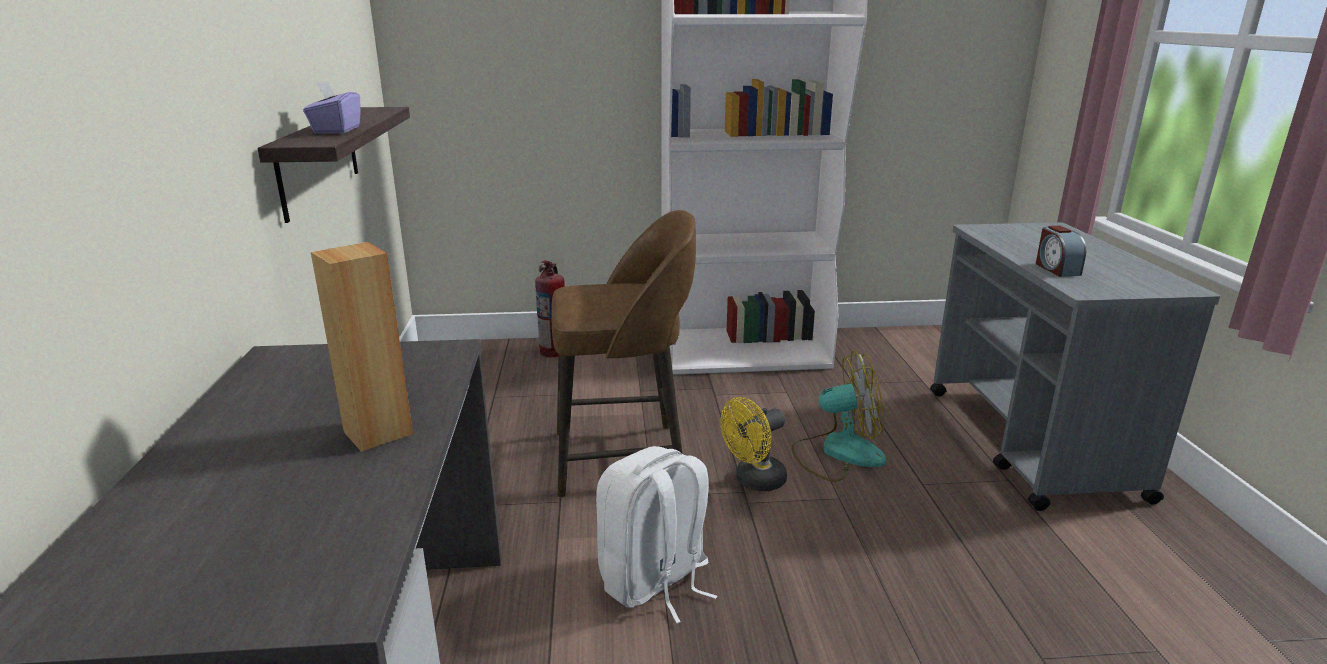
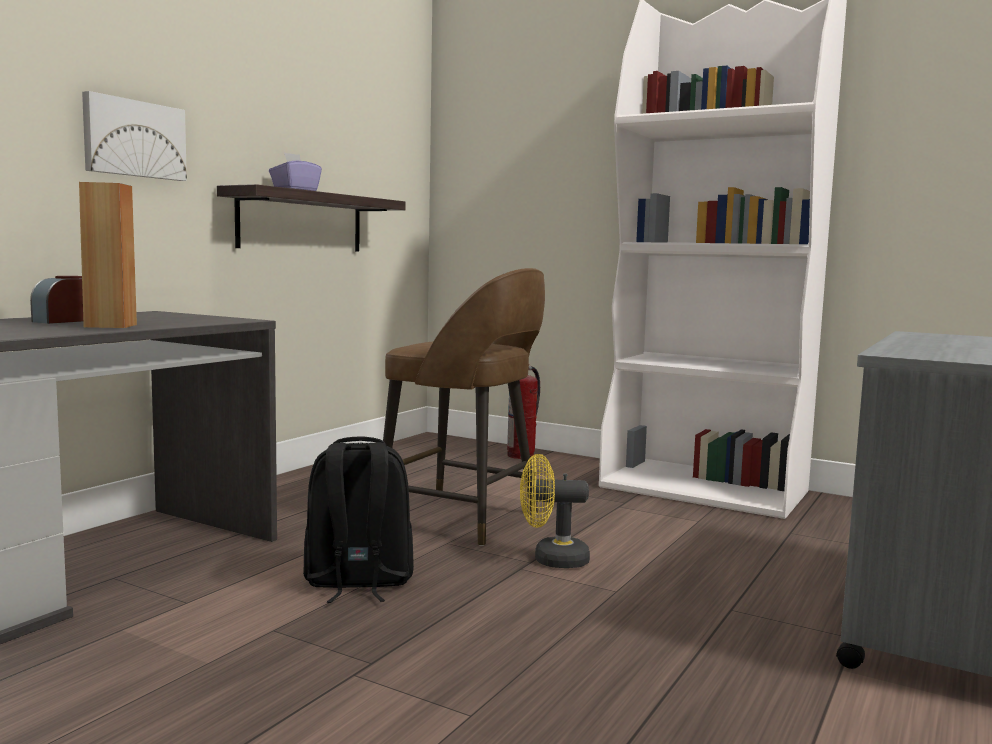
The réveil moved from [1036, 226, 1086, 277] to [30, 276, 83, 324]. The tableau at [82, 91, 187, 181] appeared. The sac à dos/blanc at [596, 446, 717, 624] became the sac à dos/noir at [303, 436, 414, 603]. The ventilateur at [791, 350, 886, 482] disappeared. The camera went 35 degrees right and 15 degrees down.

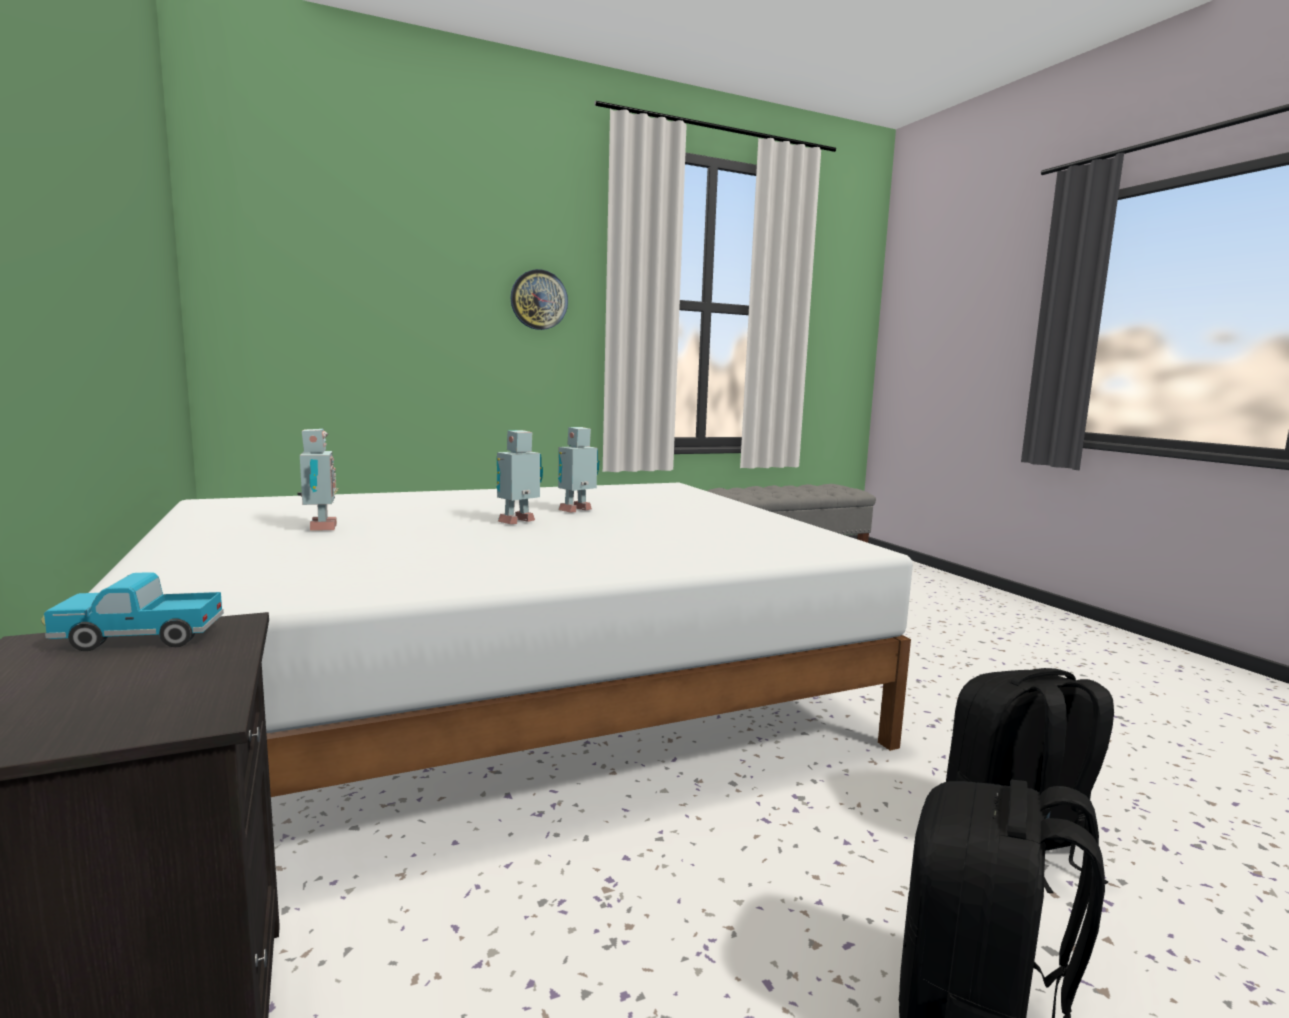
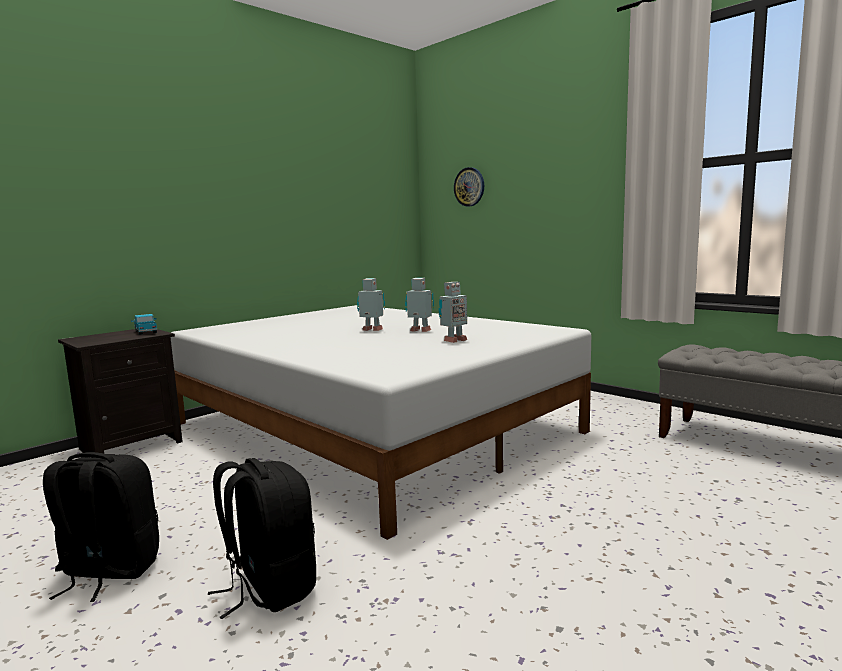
The robot jouet moved from [297, 429, 339, 531] to [438, 282, 467, 343]. The horloge murale moved from [511, 269, 568, 330] to [454, 167, 484, 207]. The camera went 70 degrees right and 0 degrees up.

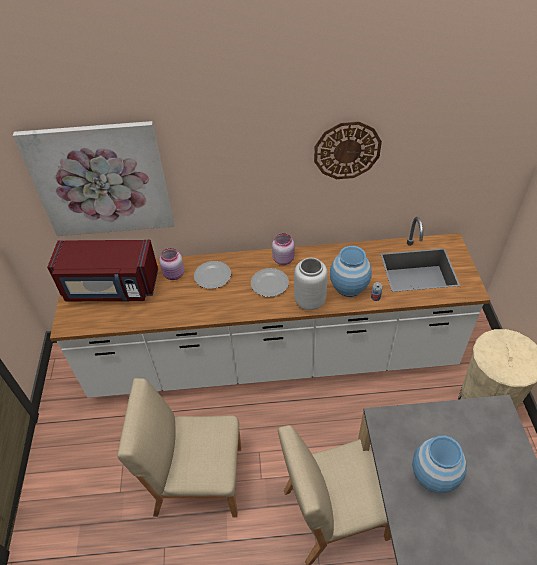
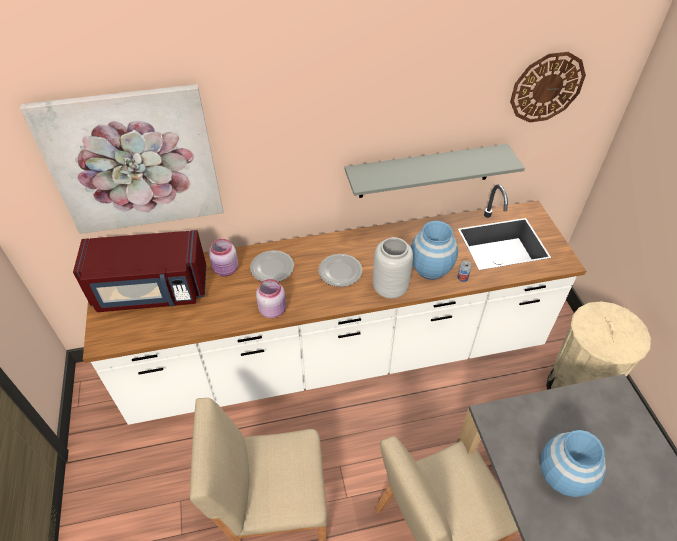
The bocal/rose moved from [272, 233, 294, 265] to [256, 279, 286, 319]. The étagère/gris at [345, 144, 525, 198] appeared. The horloge murale moved from [314, 121, 382, 179] to [510, 52, 586, 123]. The camera went 10 degrees left and 0 degrees up.

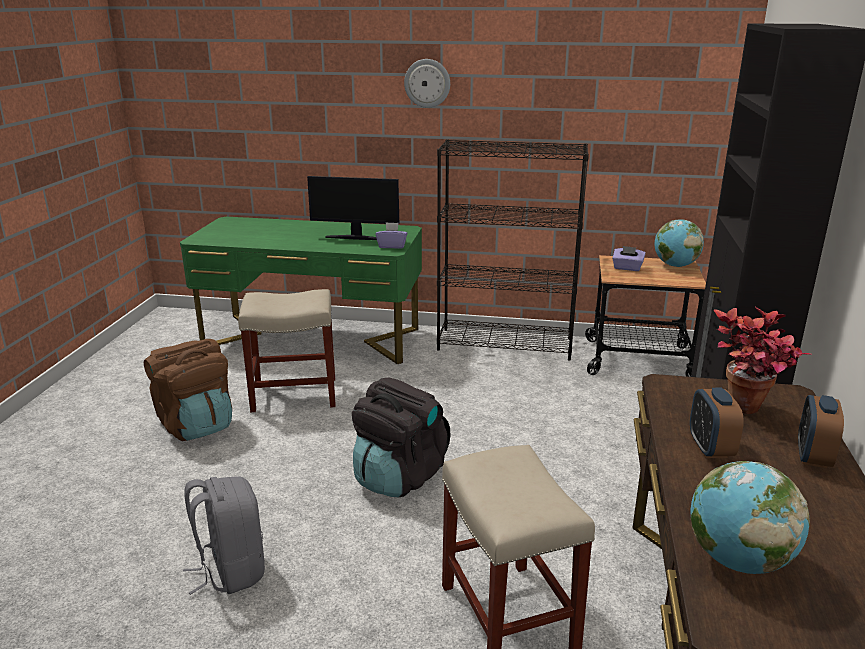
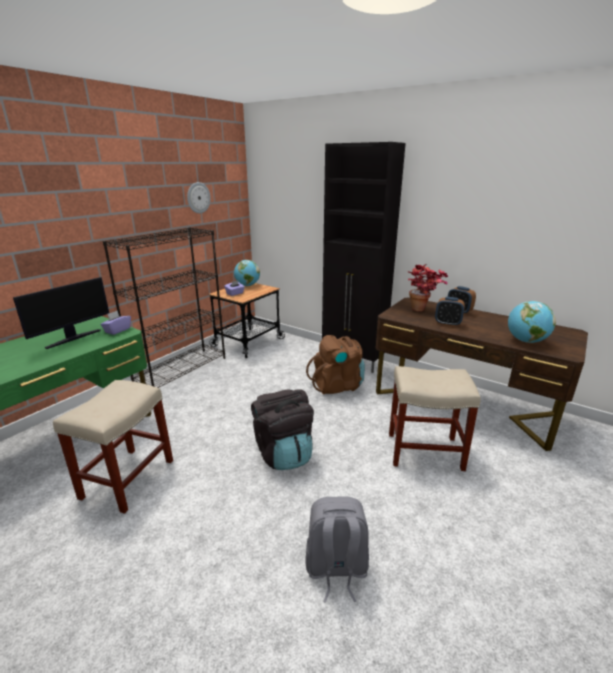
The horloge murale moved from [404, 59, 450, 108] to [187, 182, 211, 214]. The sac à dos/marron moved from [144, 339, 232, 441] to [306, 335, 365, 395]. The camera went 65 degrees left and 0 degrees up.

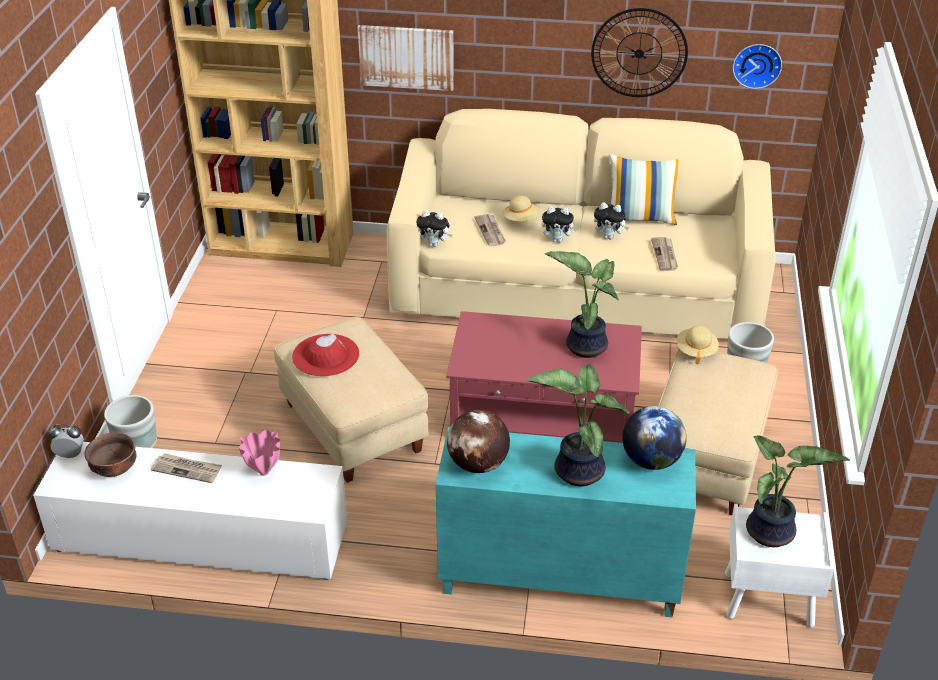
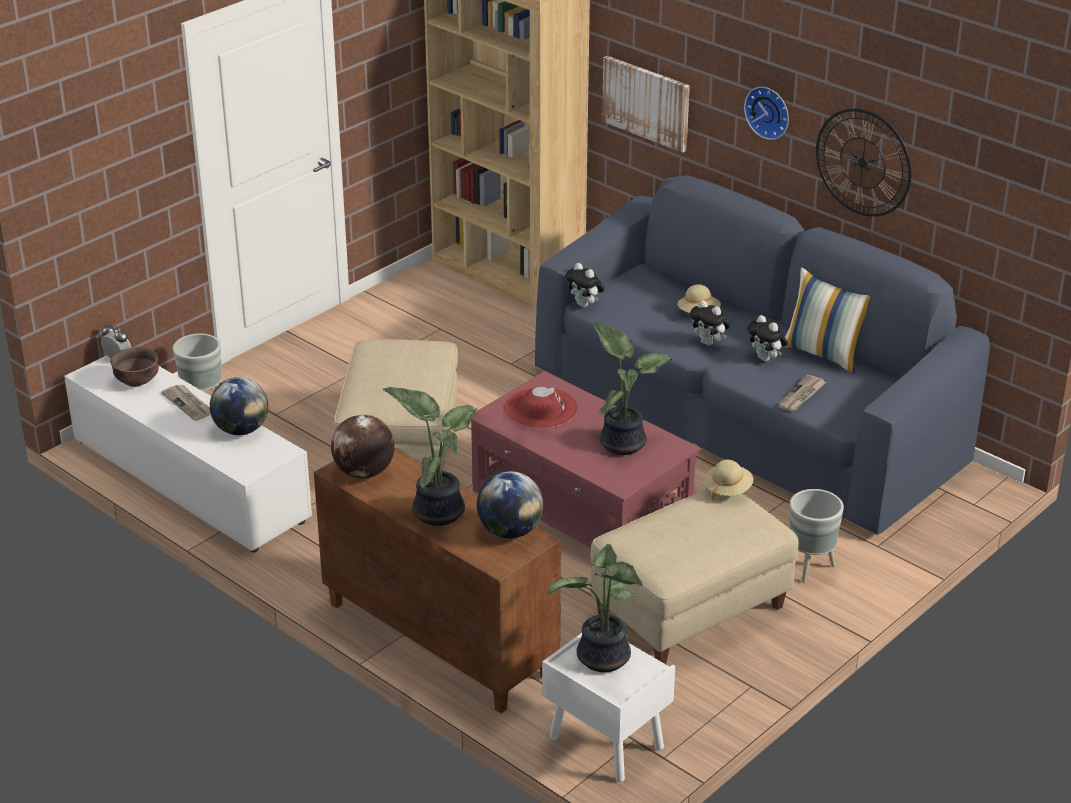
The vase/rose at [239, 430, 280, 476] was replaced by the globe at [210, 377, 268, 435]. The meuble de rangement/turquoise at [436, 427, 696, 617] became the meuble de rangement/marron at [314, 447, 561, 714]. The chapeau/rouge moved from [292, 334, 359, 377] to [505, 387, 578, 428]. The canapé/beige at [387, 109, 776, 339] became the canapé/bleu at [535, 175, 990, 535]. The horloge murale moved from [733, 44, 782, 89] to [744, 87, 789, 140]. The journal at [474, 214, 506, 247] disappeared. The camera went 35 degrees right and 5 degrees down.

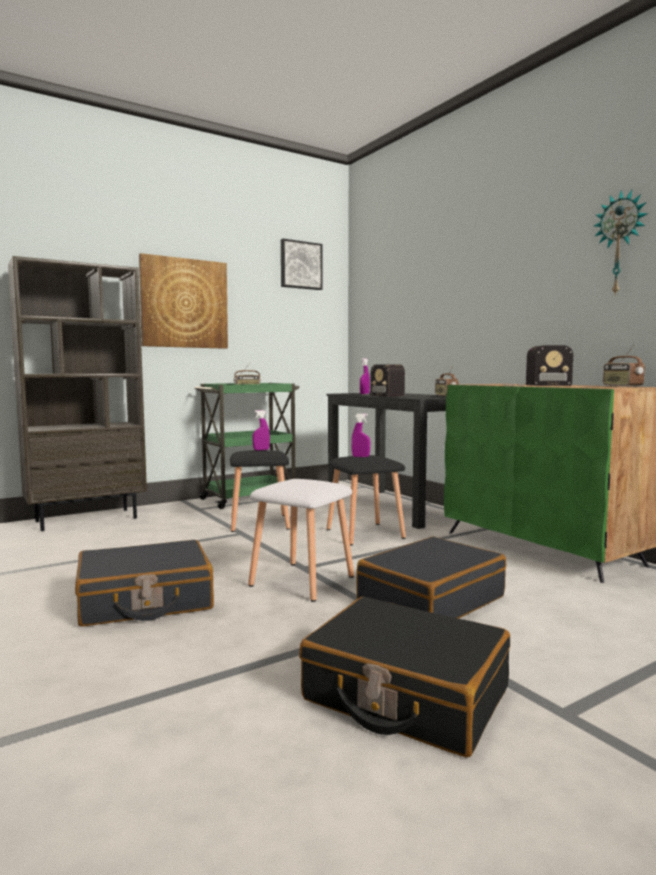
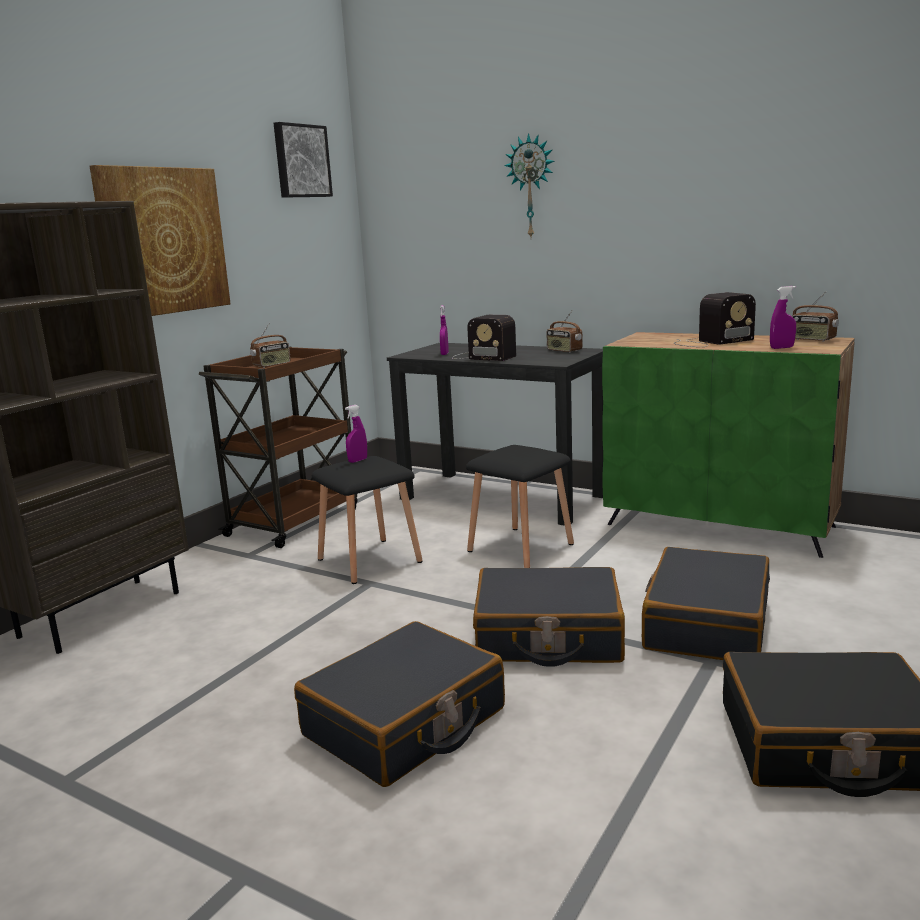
The chariot/vert at [194, 383, 300, 509] became the chariot/marron at [199, 346, 358, 548]. The tabouret/blanc at [248, 479, 354, 602] was replaced by the valise/noir at [473, 567, 625, 667]. The horloge murale moved from [594, 190, 648, 296] to [504, 133, 554, 237]. The vaporisateur/violet moved from [351, 414, 370, 457] to [770, 286, 796, 349]. The camera went 25 degrees left and 10 degrees up.

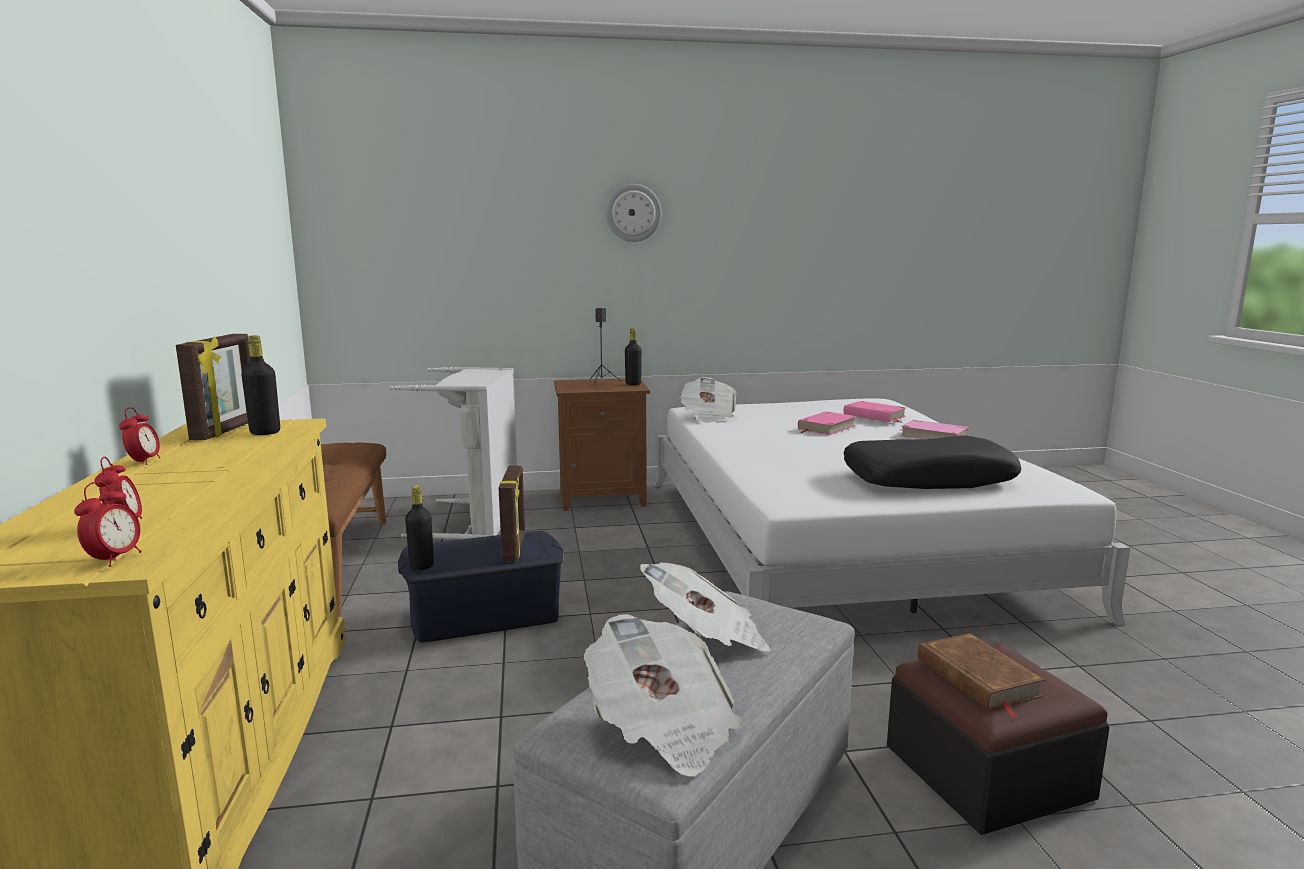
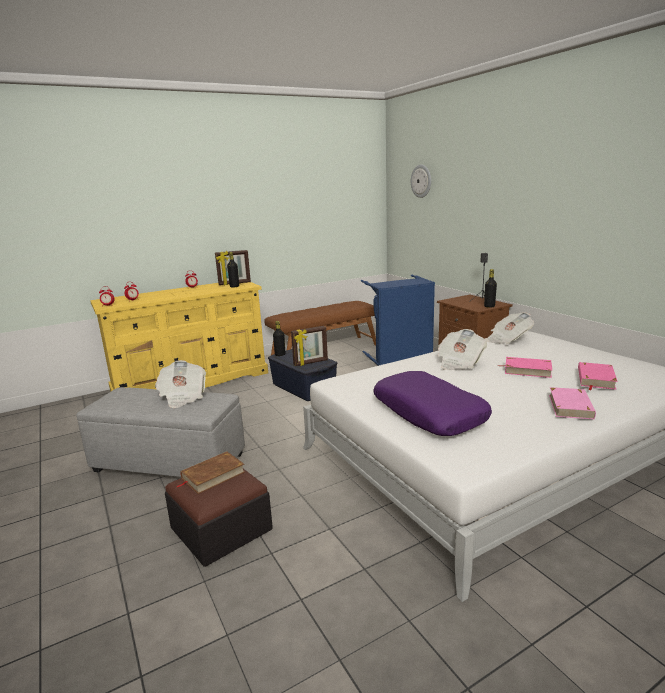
The panier à linge/gris at [389, 367, 517, 539] became the panier à linge/bleu at [361, 275, 435, 366]. The coussin/noir at [844, 435, 1021, 489] became the coussin/violet at [373, 371, 492, 436]. The horloge murale moved from [606, 184, 661, 242] to [411, 165, 431, 198]. The journal moved from [584, 614, 742, 776] to [438, 329, 487, 370]. The camera went 70 degrees right and 5 degrees up.

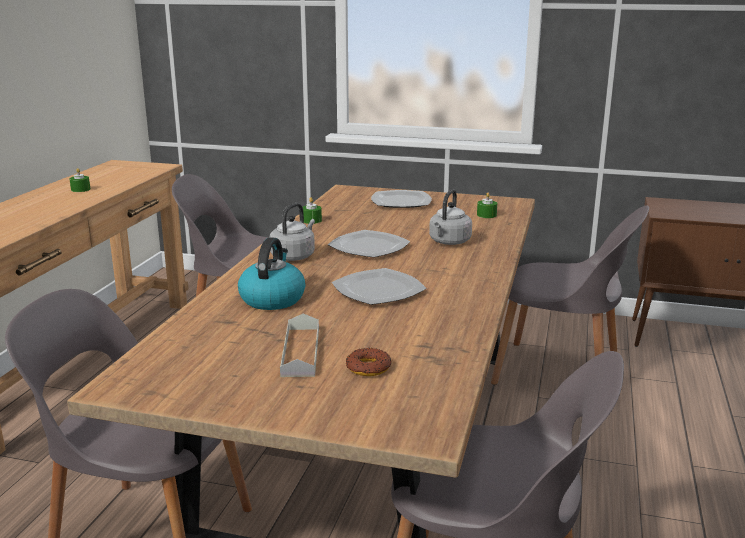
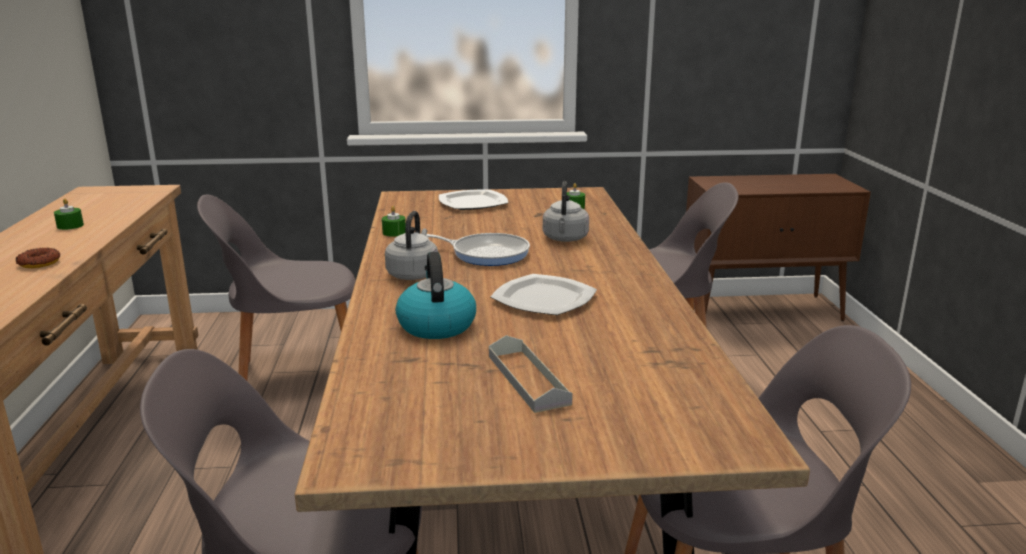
The beignet moved from [346, 348, 391, 376] to [16, 248, 60, 268]. The assiette at [328, 230, 410, 258] was replaced by the poêle at [426, 233, 530, 266]. The camera went 20 degrees left and 0 degrees up.

